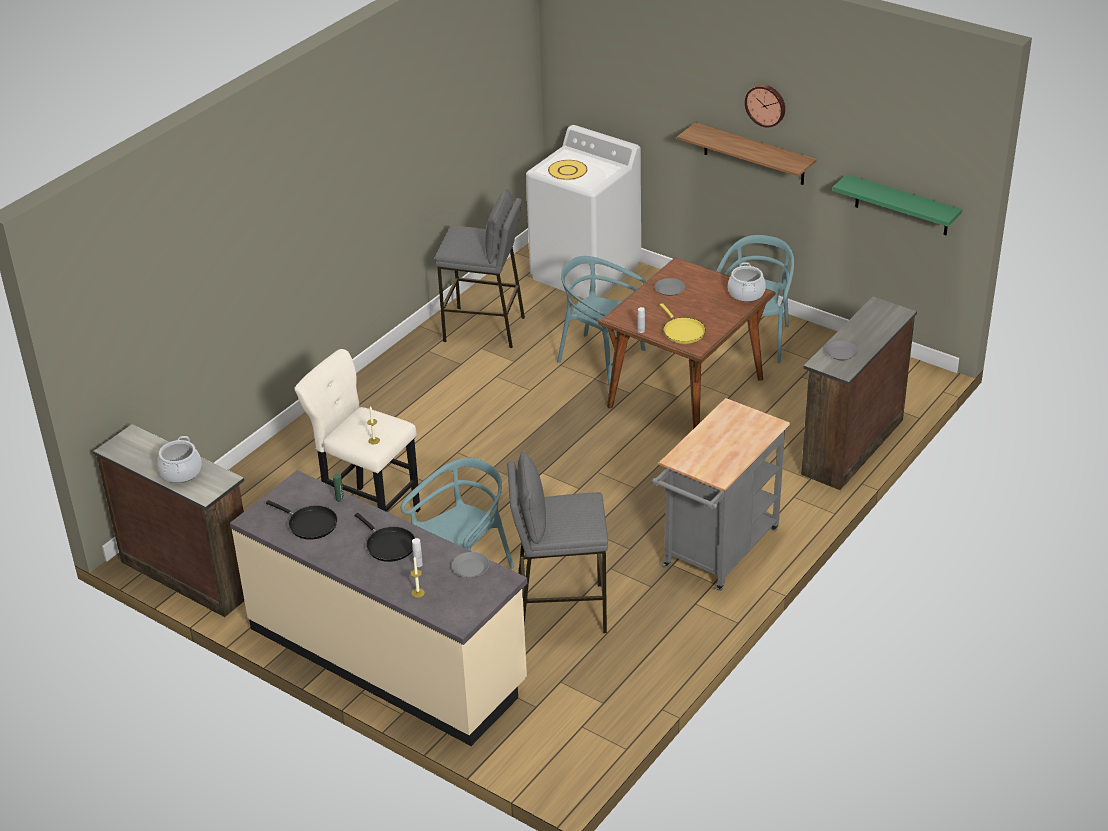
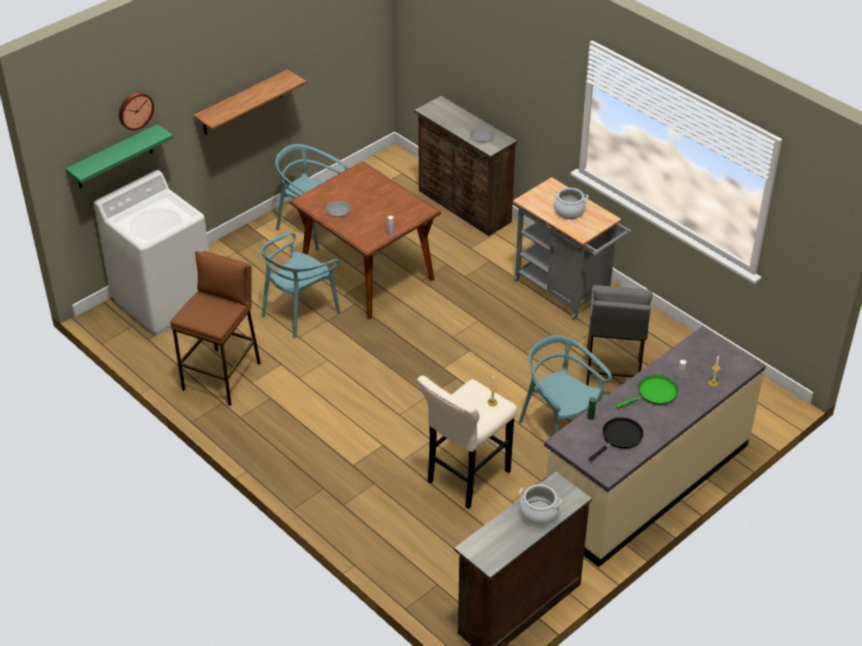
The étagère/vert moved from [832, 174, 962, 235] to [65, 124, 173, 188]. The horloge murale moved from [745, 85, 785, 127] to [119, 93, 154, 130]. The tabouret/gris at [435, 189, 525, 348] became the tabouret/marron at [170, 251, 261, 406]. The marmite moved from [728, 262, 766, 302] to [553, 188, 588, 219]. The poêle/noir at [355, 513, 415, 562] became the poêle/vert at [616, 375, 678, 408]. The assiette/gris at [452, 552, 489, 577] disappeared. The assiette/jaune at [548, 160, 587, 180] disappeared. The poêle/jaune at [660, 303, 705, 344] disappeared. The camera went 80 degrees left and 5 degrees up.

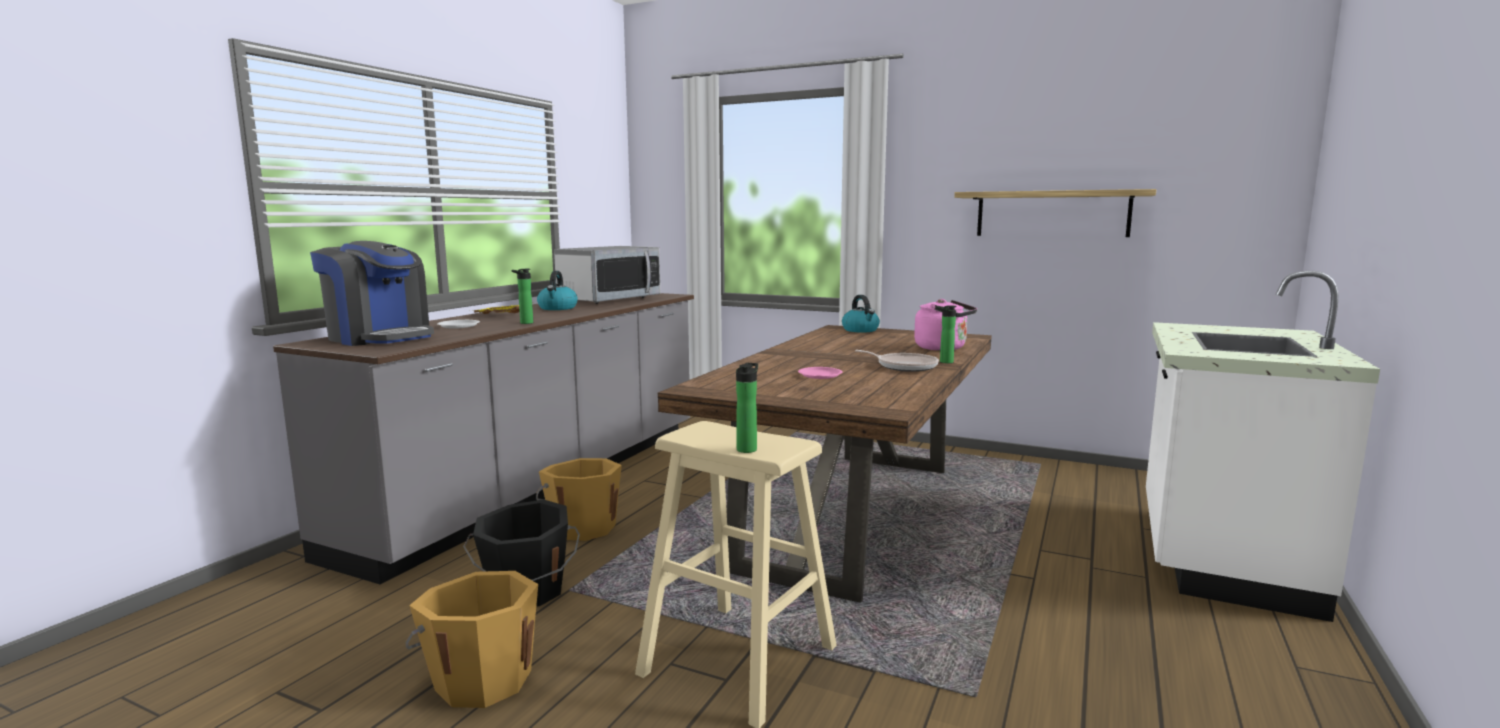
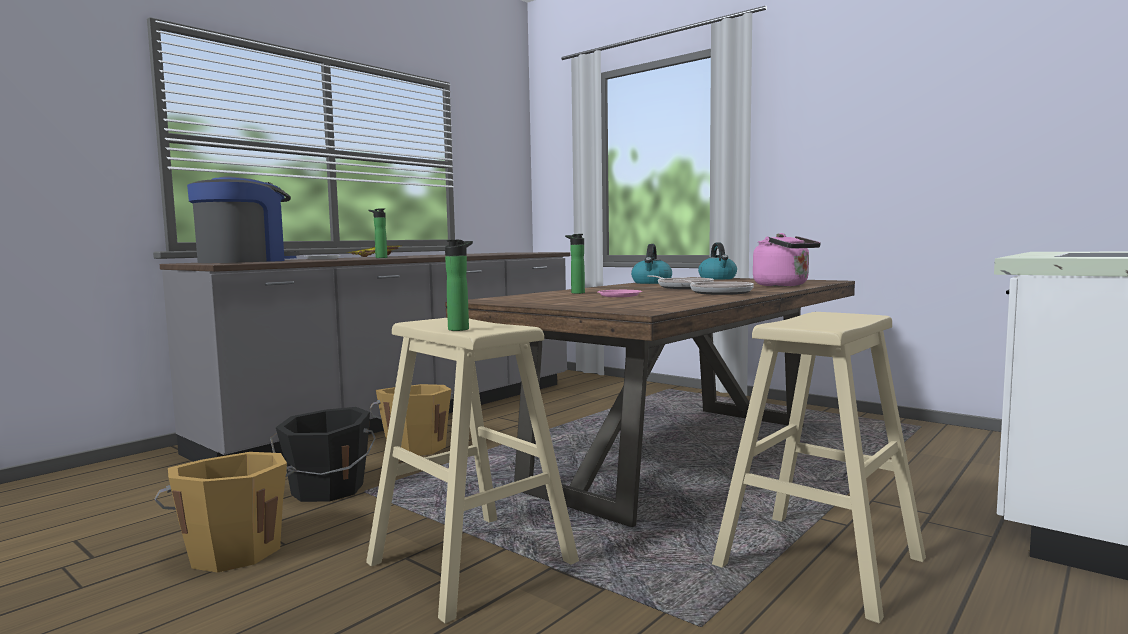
The machine à café at [310, 241, 434, 346] turned 105 degrees counterclockwise. The bouteille moved from [937, 305, 957, 363] to [565, 234, 585, 294]. The bouilloire moved from [537, 271, 578, 310] to [631, 244, 672, 284]. The poêle at [647, 275, 714, 289] appeared. The tabouret/beige at [712, 312, 926, 624] appeared. The micro-ondes at [554, 246, 660, 304] disappeared. The étagère at [954, 189, 1156, 237] disappeared. The camera went 15 degrees right and 5 degrees down.

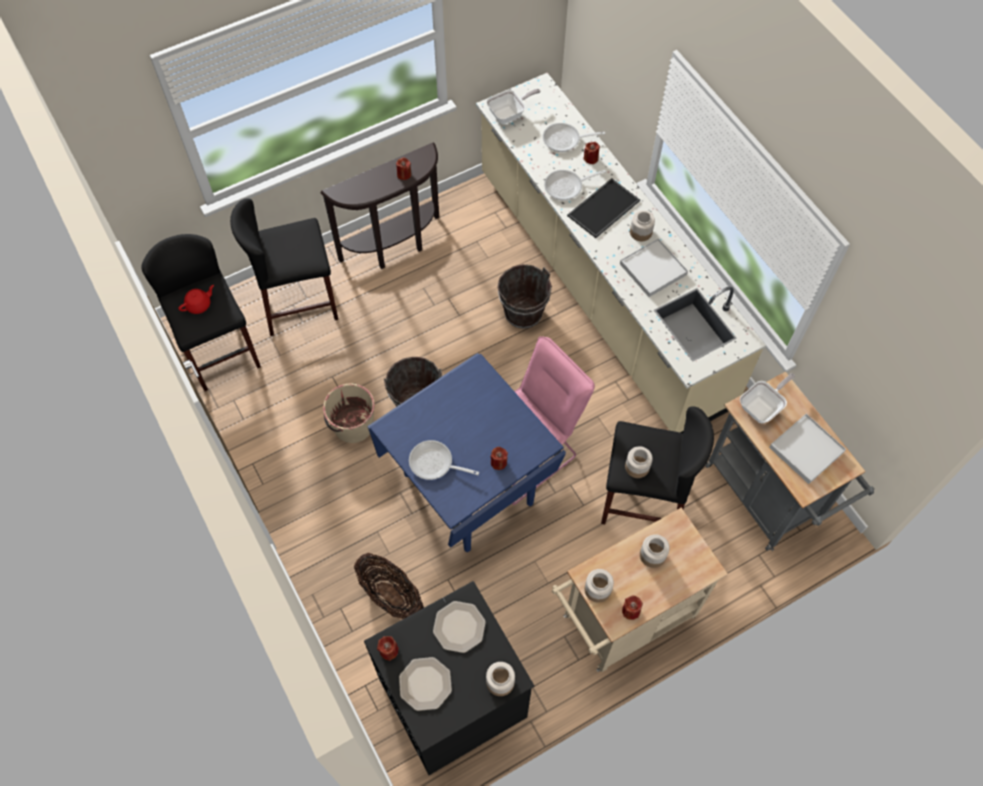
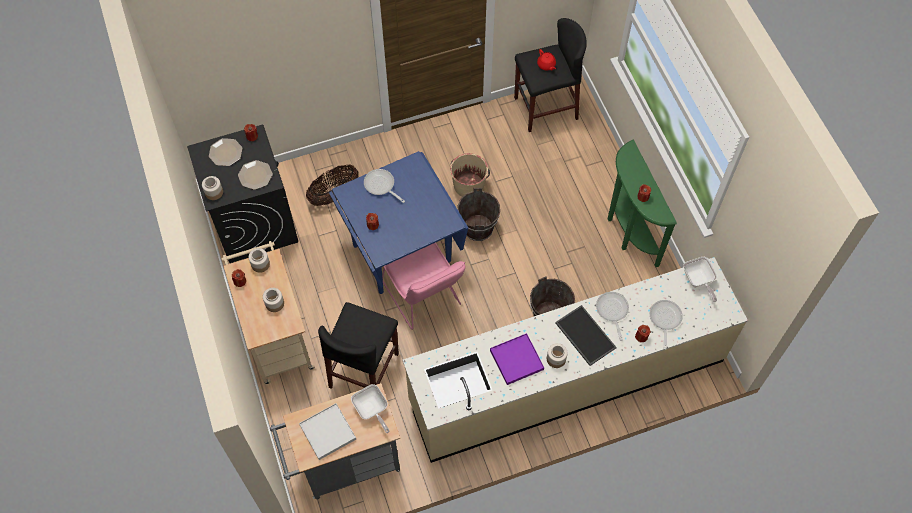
The poêle at [409, 440, 479, 480] turned 75 degrees counterclockwise. The plateau/blanc at [620, 238, 688, 297] became the plateau/violet at [490, 333, 544, 385]. The table console/marron at [320, 142, 439, 269] became the table console/vert at [608, 140, 677, 267]. The tabouret/noir at [230, 198, 338, 336] disappeared. The bocal at [625, 446, 653, 478] disappeared. The camera went 100 degrees right and 0 degrees up.

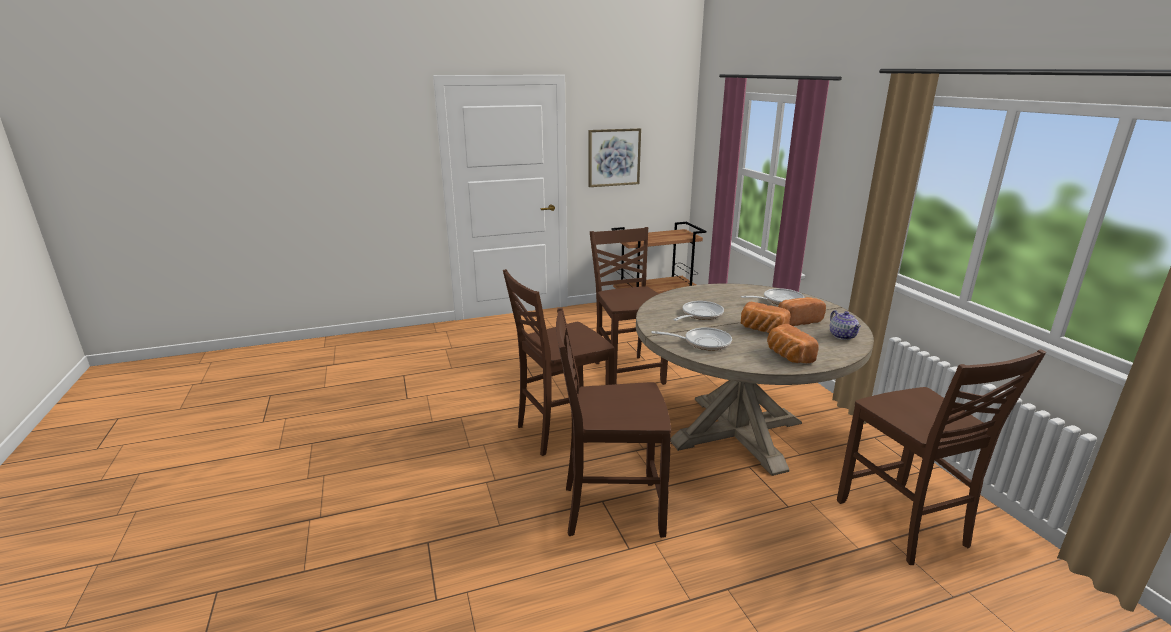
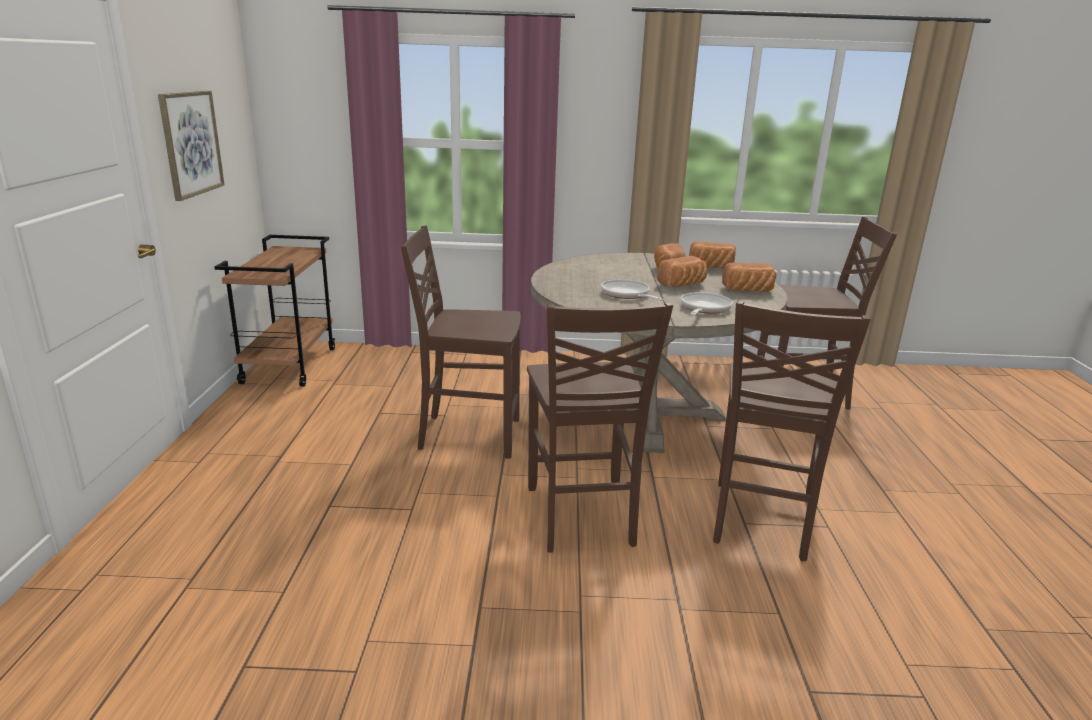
The théière at [830, 310, 861, 340] was replaced by the pain at [689, 241, 736, 268]. The poêle at [741, 288, 804, 305] disappeared. The camera went 70 degrees left and 0 degrees up.

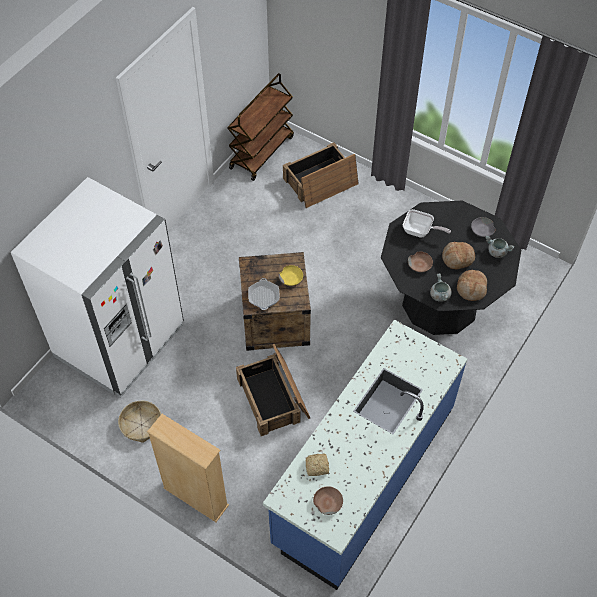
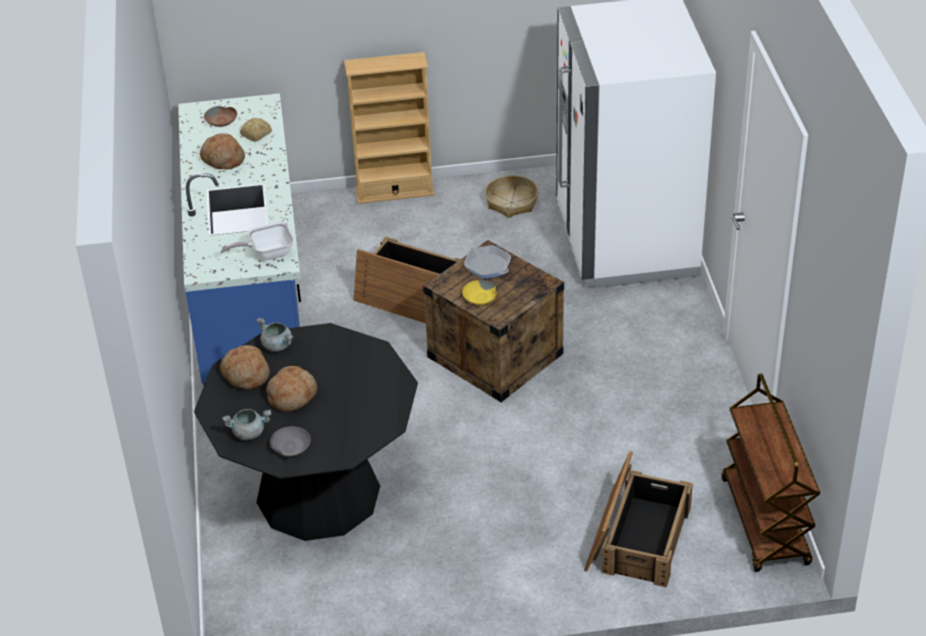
The pain at [200, 133, 245, 169] appeared. The poêle moved from [403, 209, 451, 238] to [222, 222, 294, 260]. The bol/marron at [408, 251, 433, 272] disappeared. The camera went 140 degrees right and 15 degrees down.

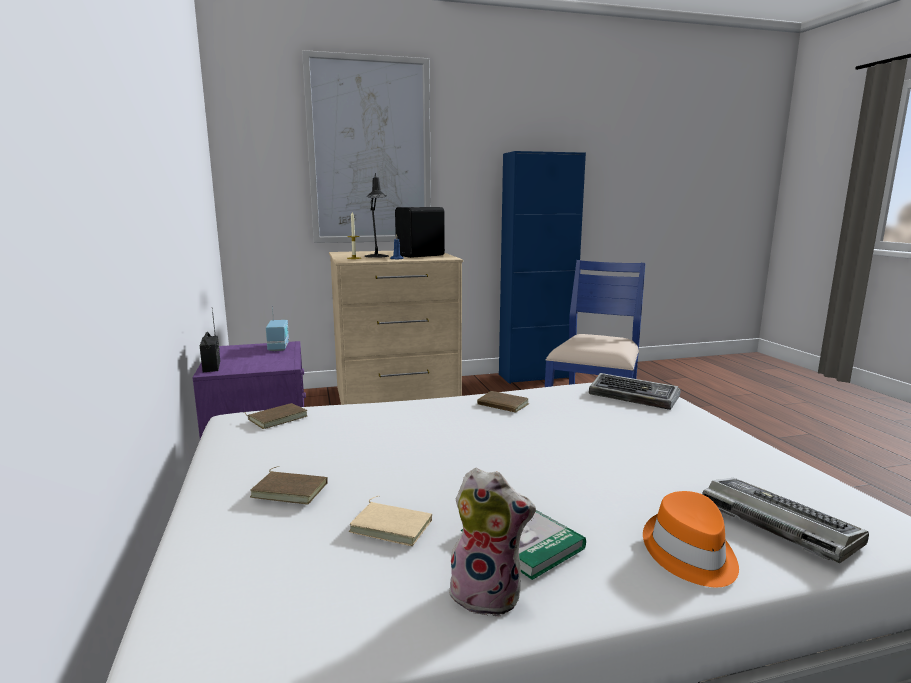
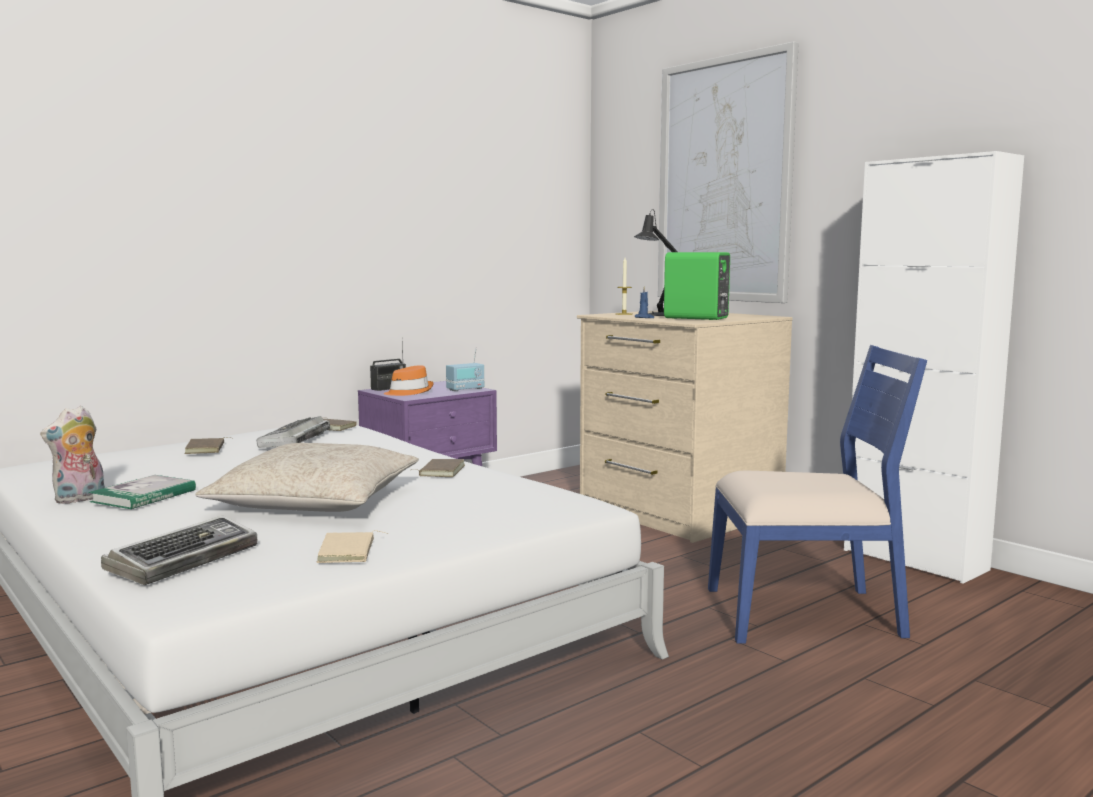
The peluche at [446, 468, 536, 617] turned 45 degrees clockwise. The coussin/beige at [195, 443, 419, 512] appeared. The clavier moved from [589, 373, 680, 410] to [257, 416, 330, 448]. The livre/beige moved from [349, 496, 432, 546] to [317, 530, 388, 563]. The chapeau/orange moved from [643, 491, 739, 587] to [384, 366, 433, 396]. The enceinte/noir at [395, 207, 445, 258] became the enceinte/vert at [664, 252, 730, 320]. The meuble de rangement/bleu at [499, 151, 586, 384] became the meuble de rangement/blanc at [844, 151, 1024, 584]. The camera went 65 degrees right and 5 degrees down.

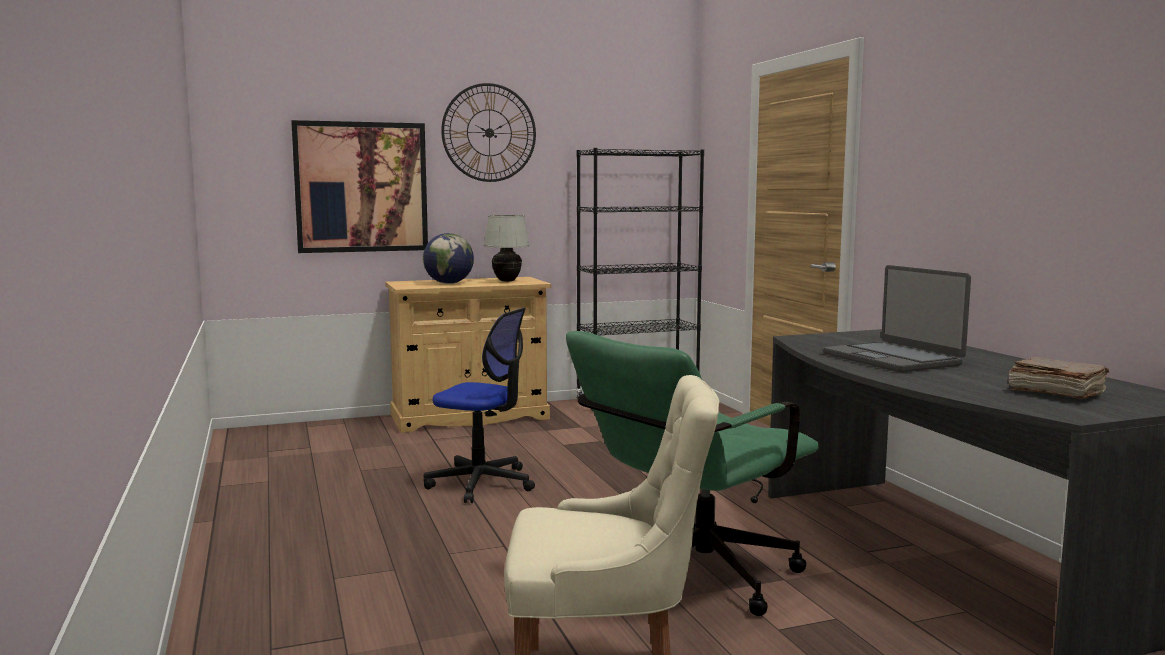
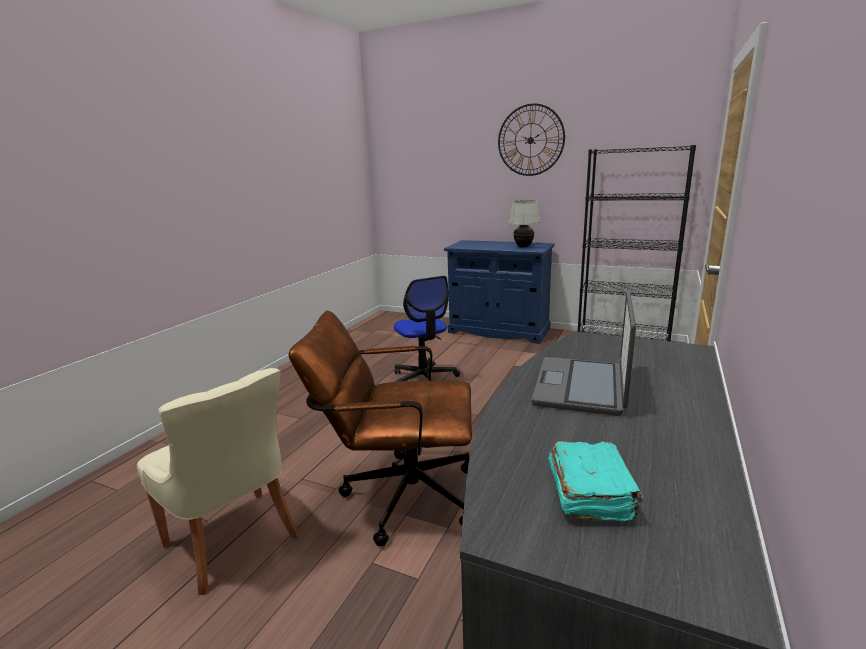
The chaise de bureau/vert at [566, 331, 819, 616] became the chaise de bureau/marron at [288, 311, 472, 546]. The meuble de rangement/beige at [385, 277, 551, 433] became the meuble de rangement/bleu at [444, 240, 554, 344]. The livre/marron at [1009, 357, 1109, 399] became the livre/turquoise at [549, 441, 644, 522]. The tableau at [291, 120, 428, 253] disappeared. The globe at [423, 233, 474, 284] disappeared. The camera went 45 degrees right and 10 degrees up.

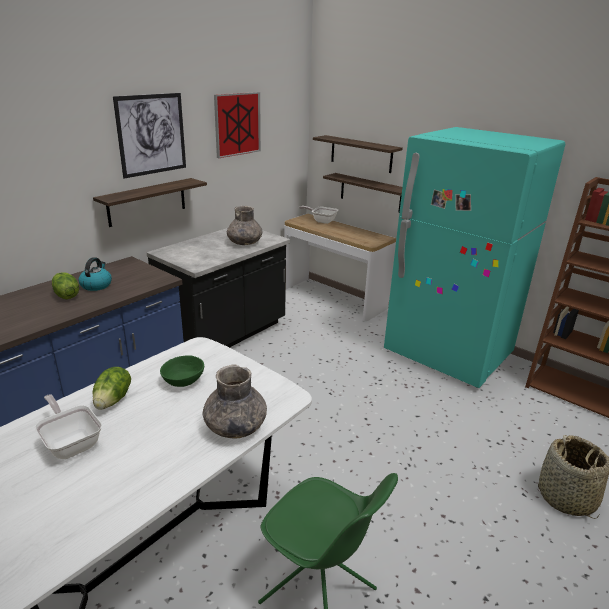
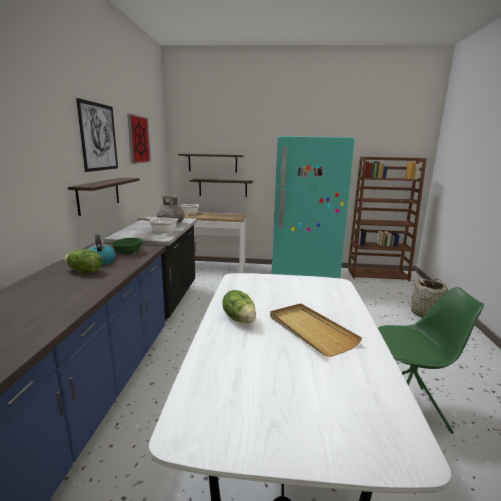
The bol/vert moved from [160, 355, 204, 387] to [112, 238, 143, 254]. The poêle moved from [35, 394, 102, 459] to [137, 217, 178, 233]. The plateau/beige at [270, 303, 362, 357] appeared. The vase/gris at [203, 364, 267, 439] disappeared. The camera went 35 degrees left and 10 degrees down.

